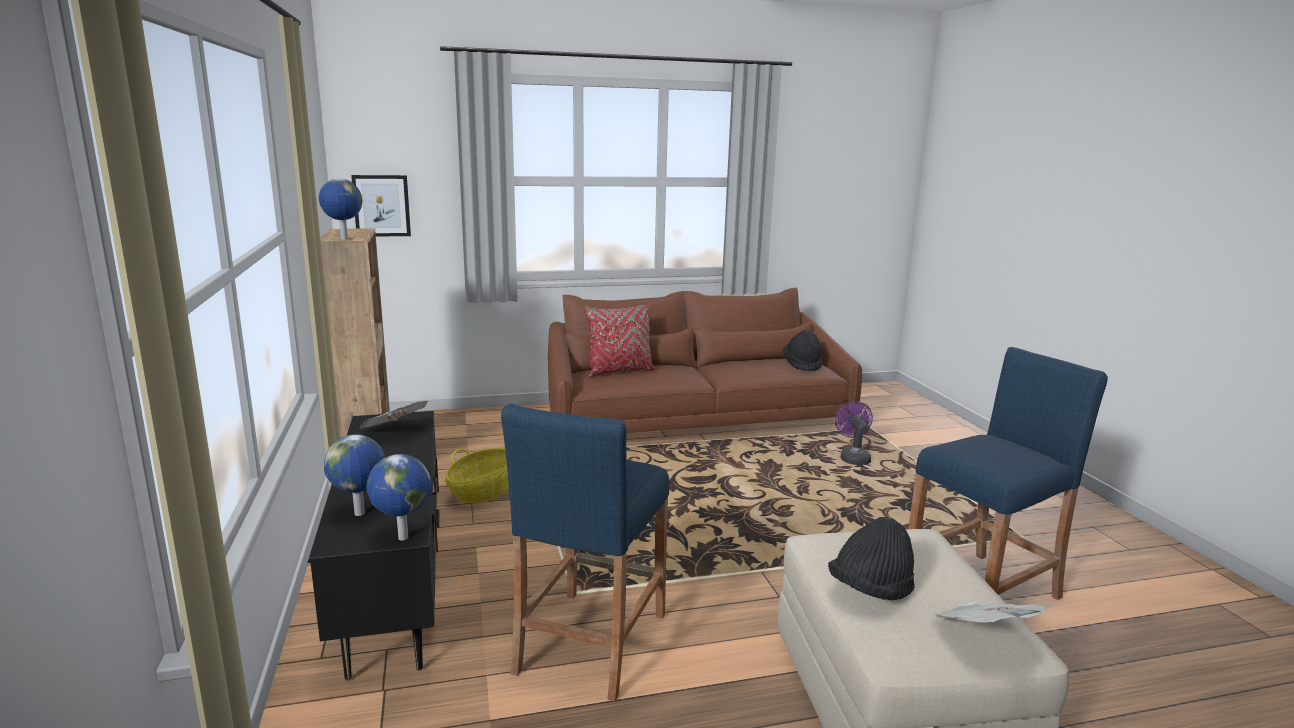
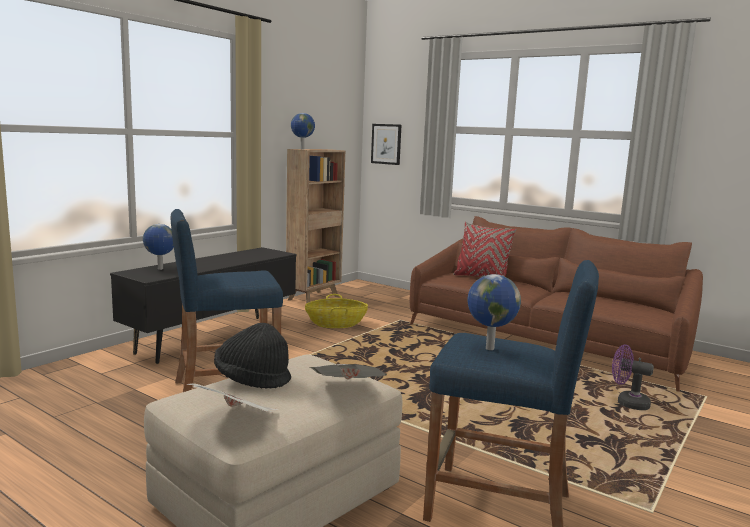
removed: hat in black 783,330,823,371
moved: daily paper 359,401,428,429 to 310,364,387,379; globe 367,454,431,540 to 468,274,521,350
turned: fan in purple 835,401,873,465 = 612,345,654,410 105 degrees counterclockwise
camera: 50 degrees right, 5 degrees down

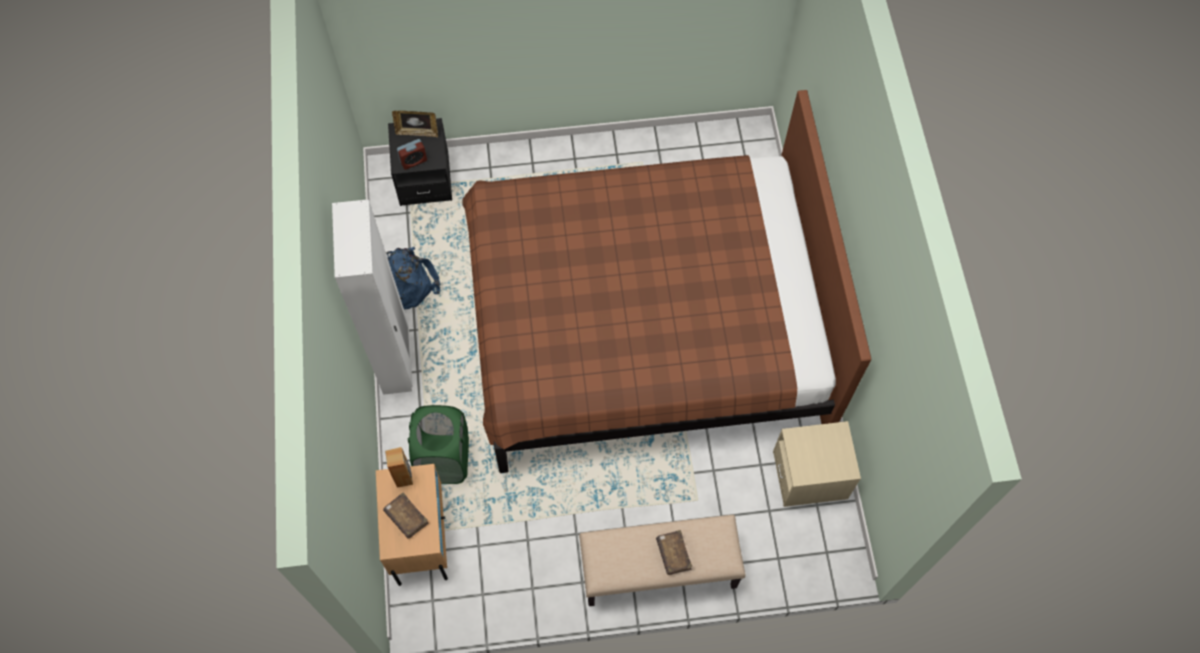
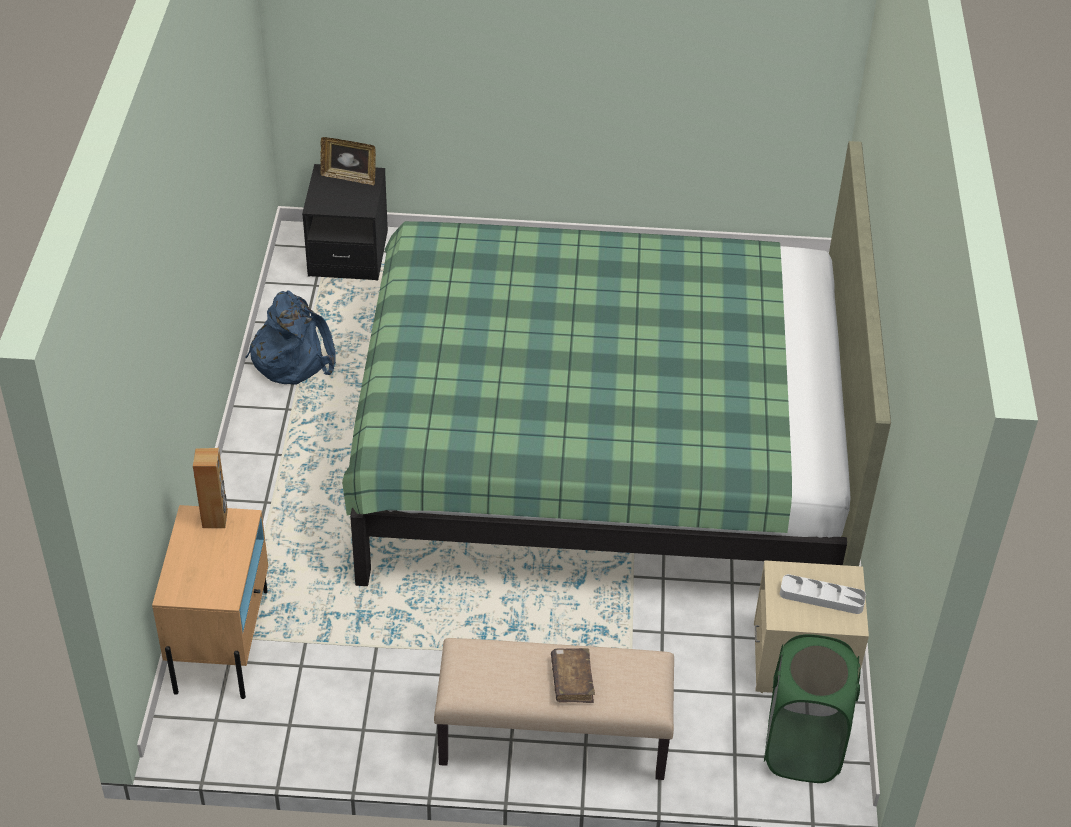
removed: alarm clock 397,139,427,170; wardrobe in whitish 332,200,413,395; book in brown-coloured 383,493,429,538
added: carrying tray in whitish 780,574,866,614
moved: hamper in green 408,405,469,484 to 764,634,860,783
recoloured: bedroom bed in brown-coloured 463,90,871,473 to bedroom bed in green 342,141,891,586
camera: 10 degrees right, 20 degrees down

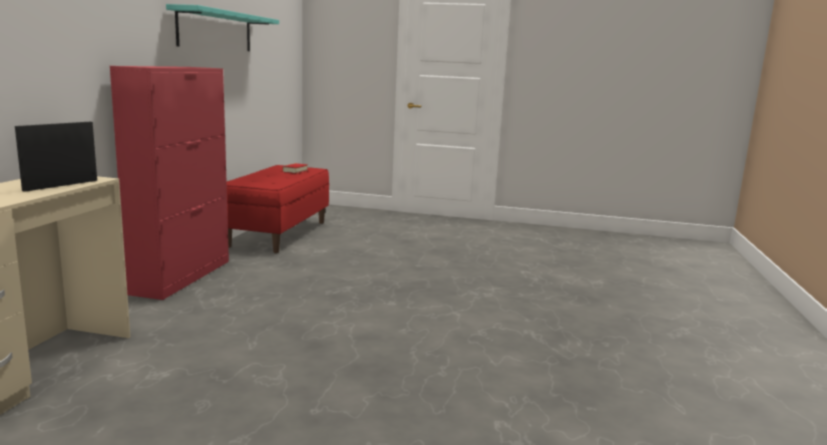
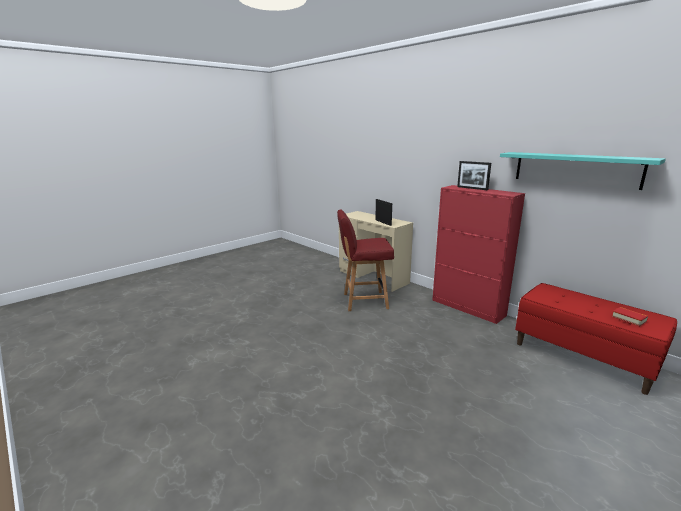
added: picture frame 457,161,491,190; chair in red 337,209,394,311
camera: 125 degrees right, 5 degrees up

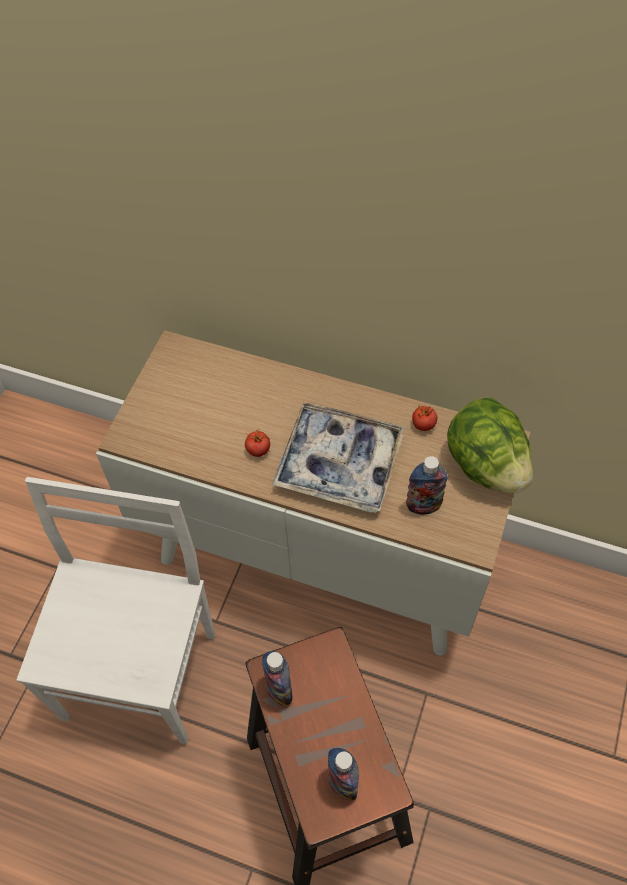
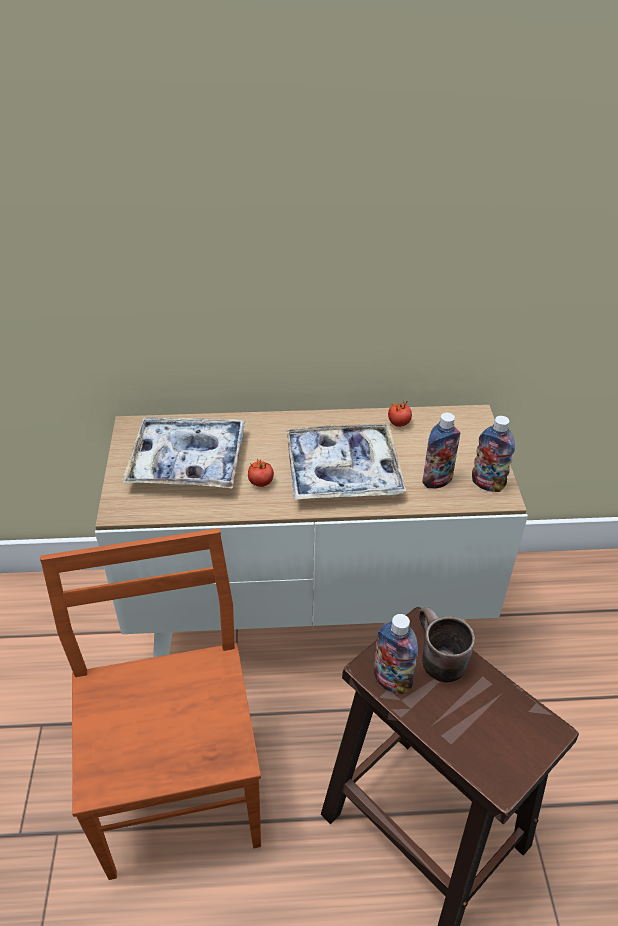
removed: lettuce head 447,398,533,493
added: carrying tray 121,417,245,489; coffee mug in brown-coloured 419,607,475,683
moved: bottle 328,748,359,801 to 472,416,515,492
recoloured: chair in whitish 16,477,215,744 to chair in brown-coloured 40,528,261,880
camera: 25 degrees left, 15 degrees down

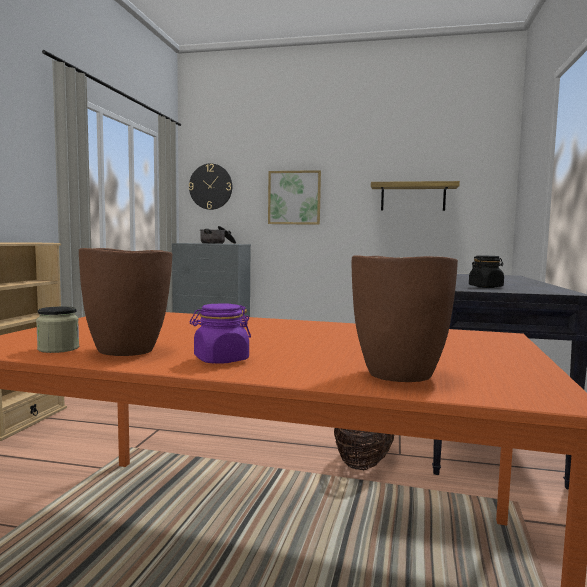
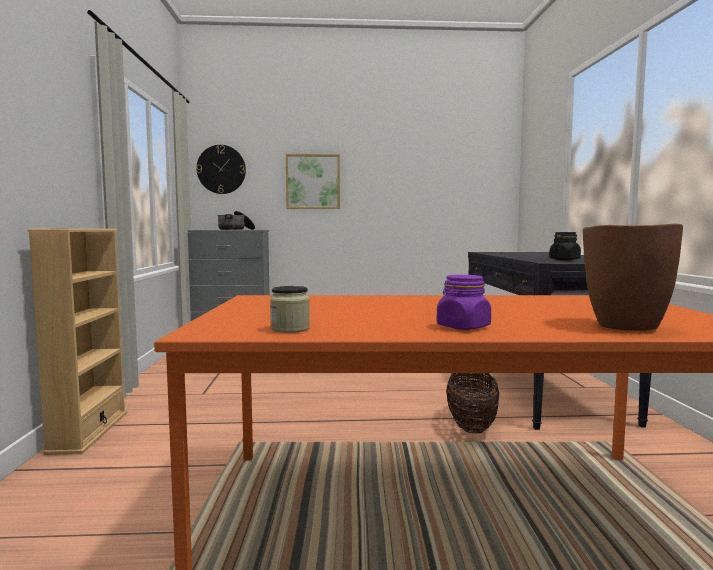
removed: bracket shelf 371,181,460,211; vase in brown-coloured 79,248,172,356
camera: 15 degrees left, 0 degrees up

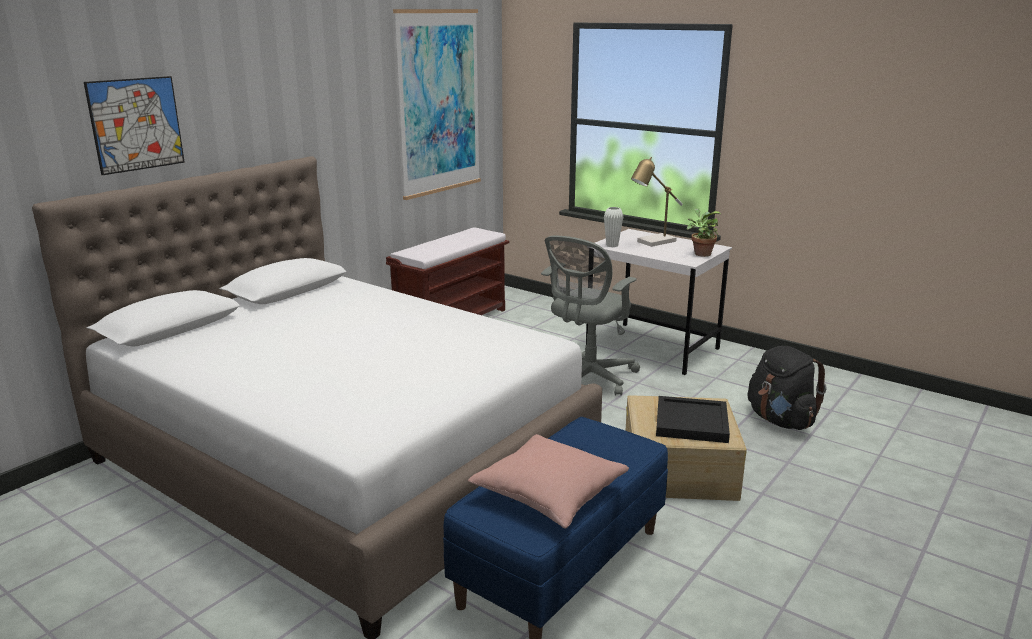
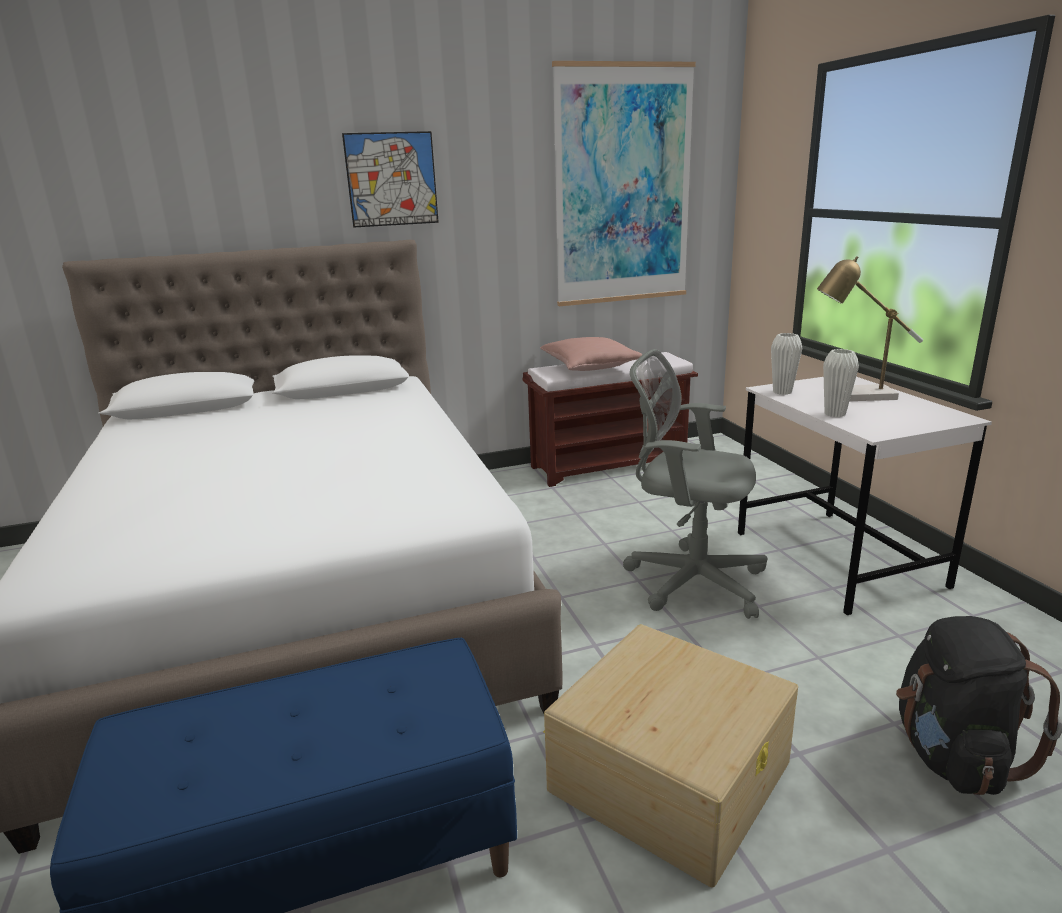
removed: potted plant 687,208,722,257; carrying tray in black 656,396,730,443
added: vase in whitish 823,349,859,417
moved: wall art 84,76,185,175 to 342,131,439,228; cushion in pink 468,434,629,528 to 540,337,643,371
turned: office chair in grey 541,236,640,396 = 623,349,767,619 45 degrees clockwise
camera: 35 degrees right, 0 degrees up

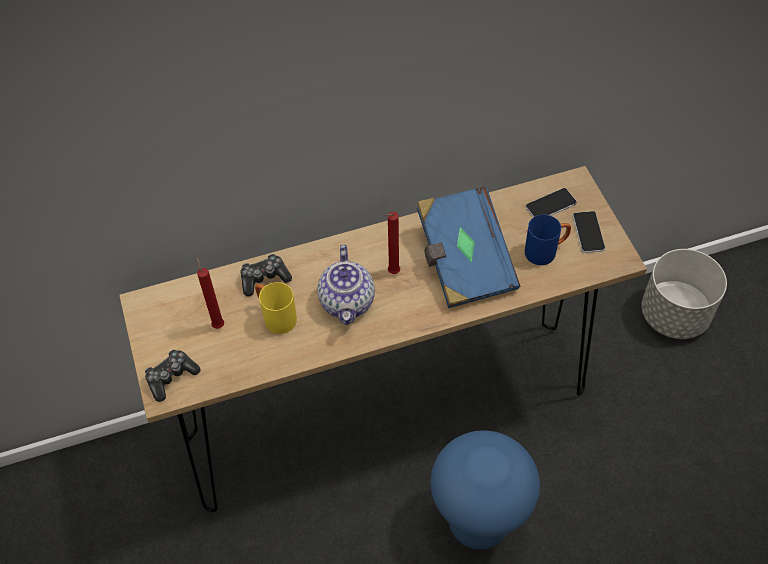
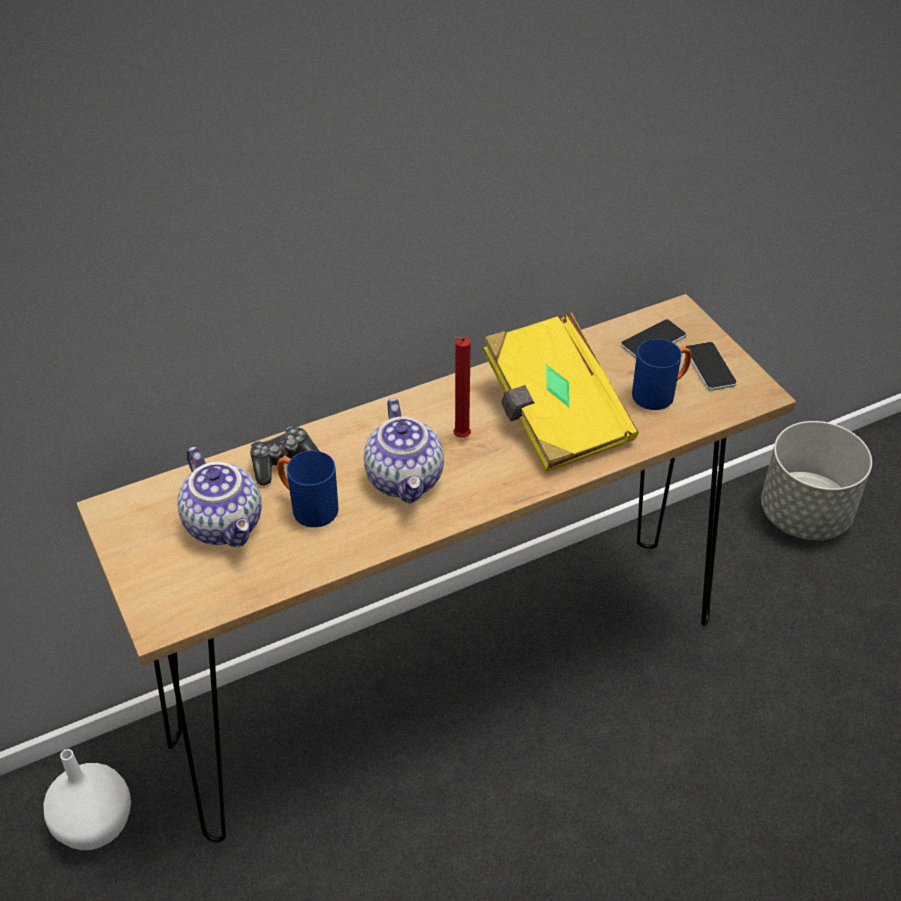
removed: joypad 145,350,200,402; sitting stool in blue-coloured 431,430,540,550
added: vase in whitish 44,749,131,850
replaced: wax light in red 197,257,224,329 to teapot 177,447,262,547
recoloured: book in blue-coloured 417,186,520,308 to book in yellow-coloured 482,312,639,473; coffee mug in yellow-coloured 255,282,297,334 to coffee mug in blue-coloured 277,450,339,527
camera: 10 degrees left, 10 degrees down

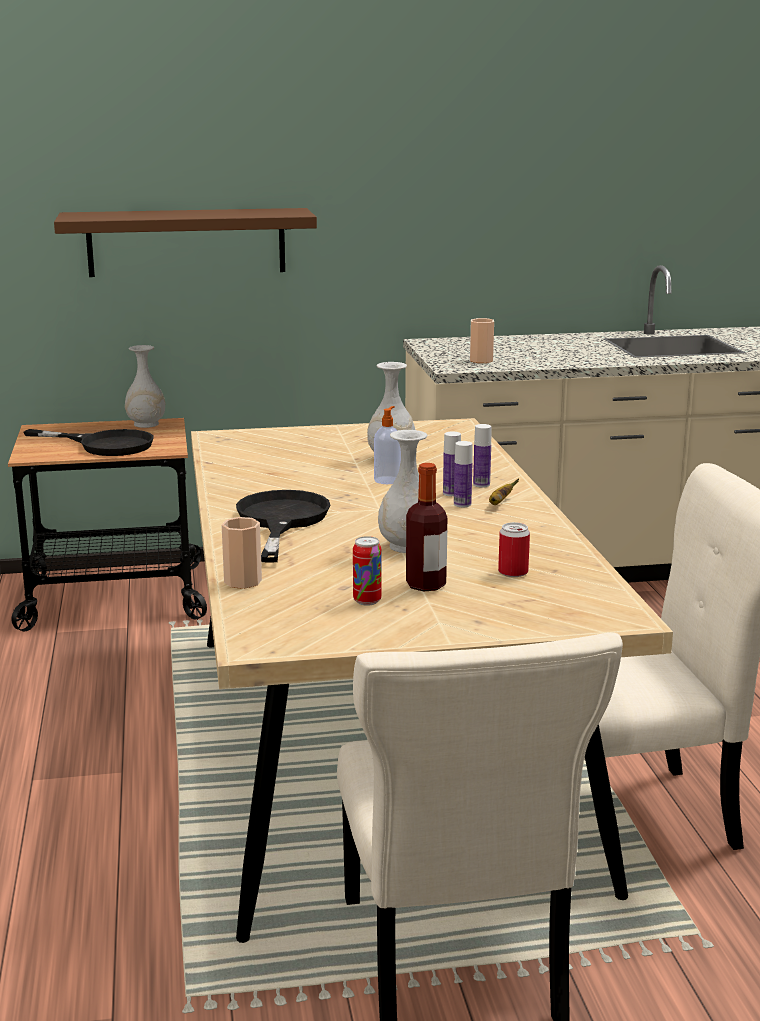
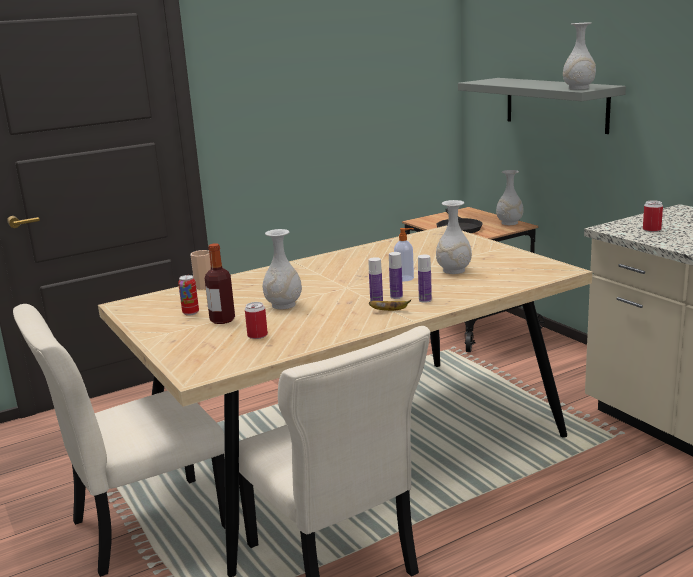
removed: frying pan in black 236,490,330,563
added: vase in whitish 563,22,596,90
replaced: drinking cup 470,318,494,363 to metal can 643,200,663,232
recoloured: bracket shelf in brown-coloured 54,208,317,277 to bracket shelf in grey 458,78,626,134
camera: 70 degrees right, 0 degrees up

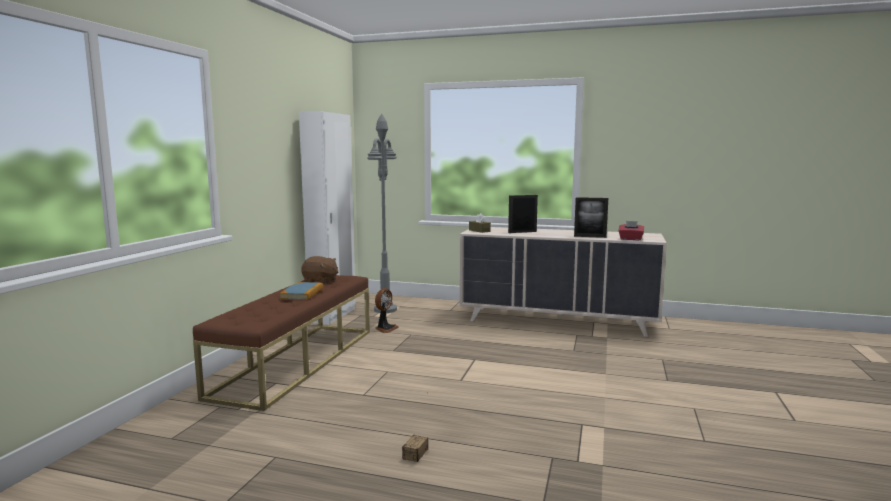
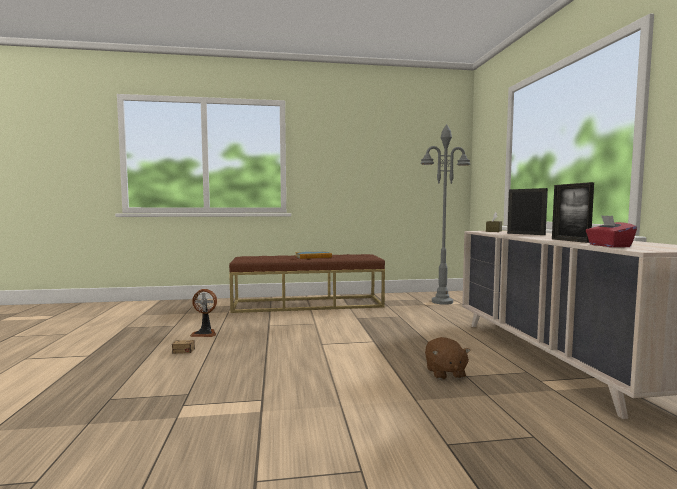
removed: wardrobe in whitish 299,111,356,325
moved: plush toy in brown-coloured 301,256,338,284 to 425,337,471,380; fan 375,288,399,333 to 190,289,217,337
camera: 65 degrees right, 5 degrees down

